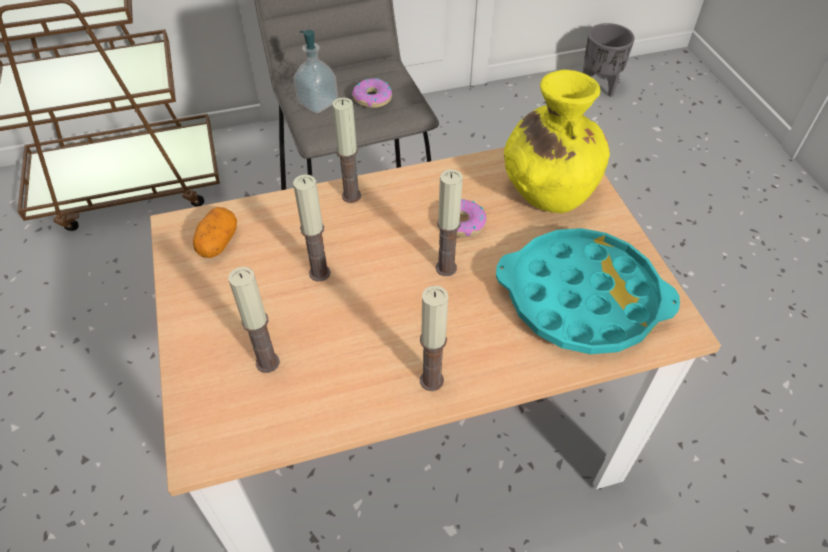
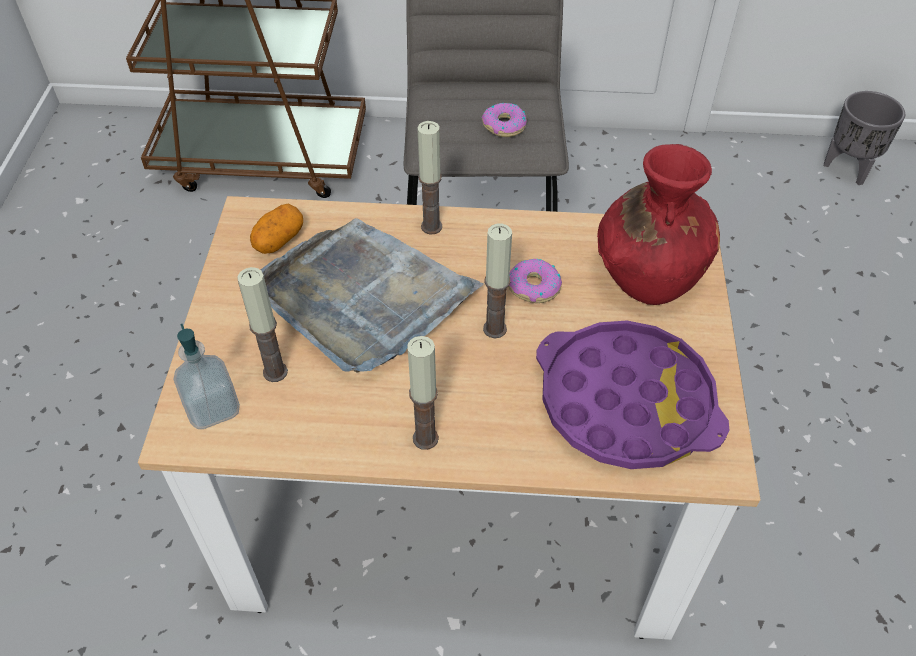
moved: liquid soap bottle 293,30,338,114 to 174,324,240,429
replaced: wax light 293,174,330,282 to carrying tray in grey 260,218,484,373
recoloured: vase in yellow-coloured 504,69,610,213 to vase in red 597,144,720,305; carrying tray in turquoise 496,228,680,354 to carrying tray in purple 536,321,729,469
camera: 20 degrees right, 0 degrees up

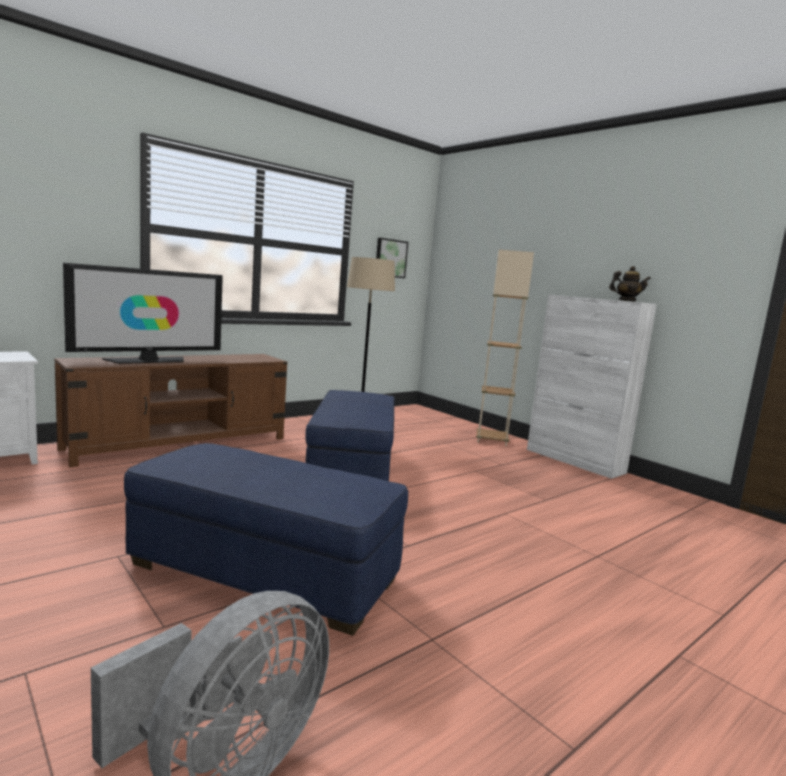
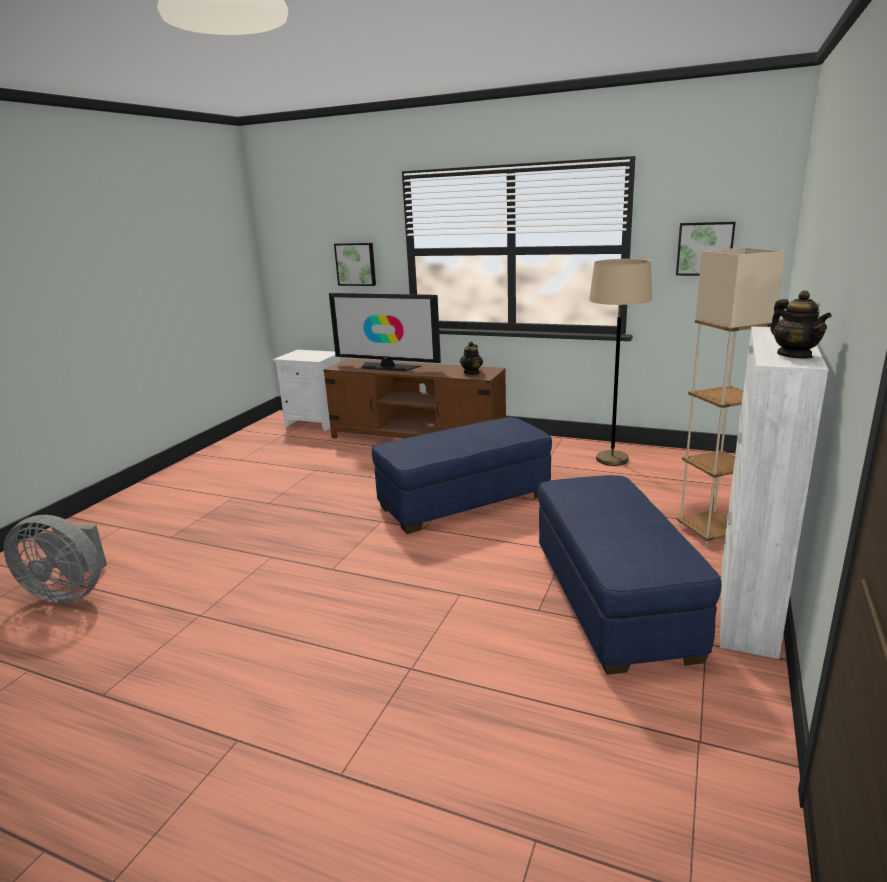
added: wall art 334,243,376,286; teapot 460,341,483,375
moved: footrest in blue-coloured 124,443,408,636 to 538,475,722,675
camera: 65 degrees right, 10 degrees up

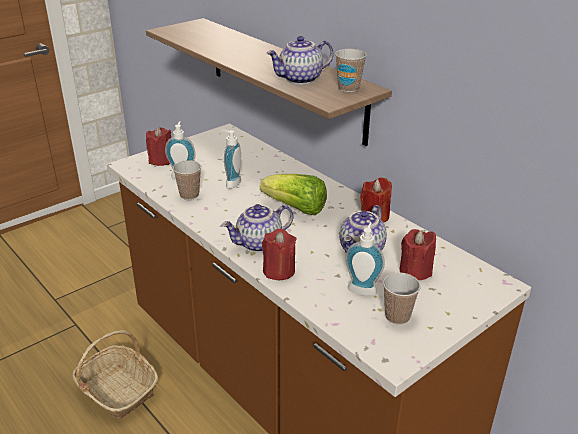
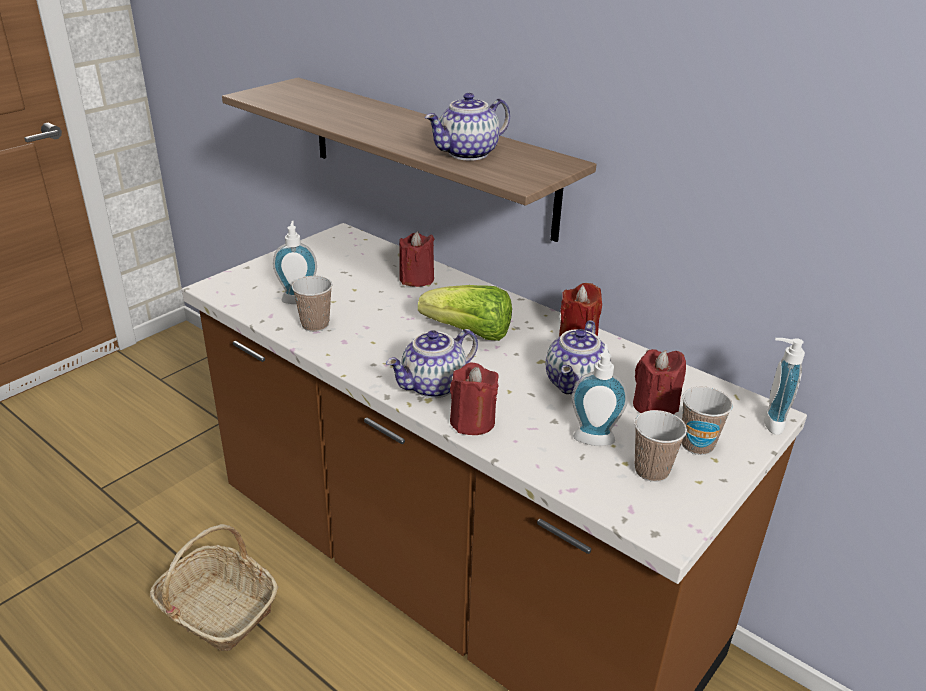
moved: drinking cup 335,49,367,92 to 681,387,733,455; wax light in red 146,127,171,166 to 399,231,435,287; liquid soap bottle 220,129,241,189 to 764,338,805,435
camera: 10 degrees left, 0 degrees up

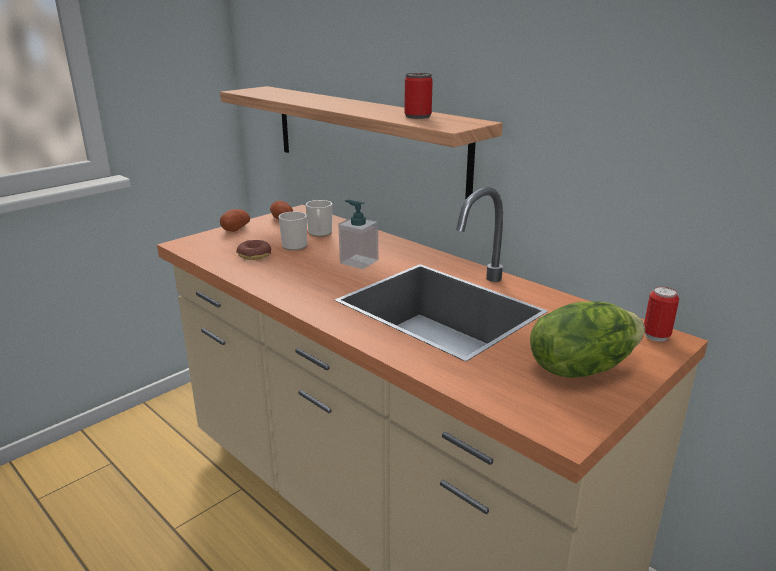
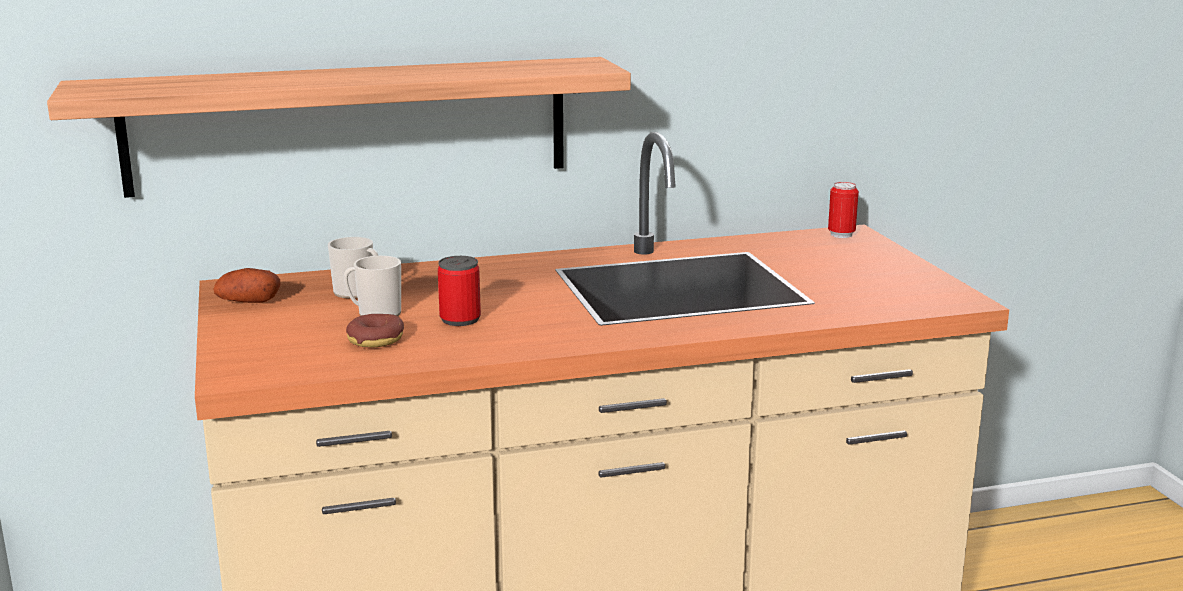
removed: liquid soap bottle 338,200,378,269; potato 220,209,250,232; lettuce head 530,301,645,378
moved: metal can 404,73,433,119 to 438,256,481,326
camera: 60 degrees left, 5 degrees down

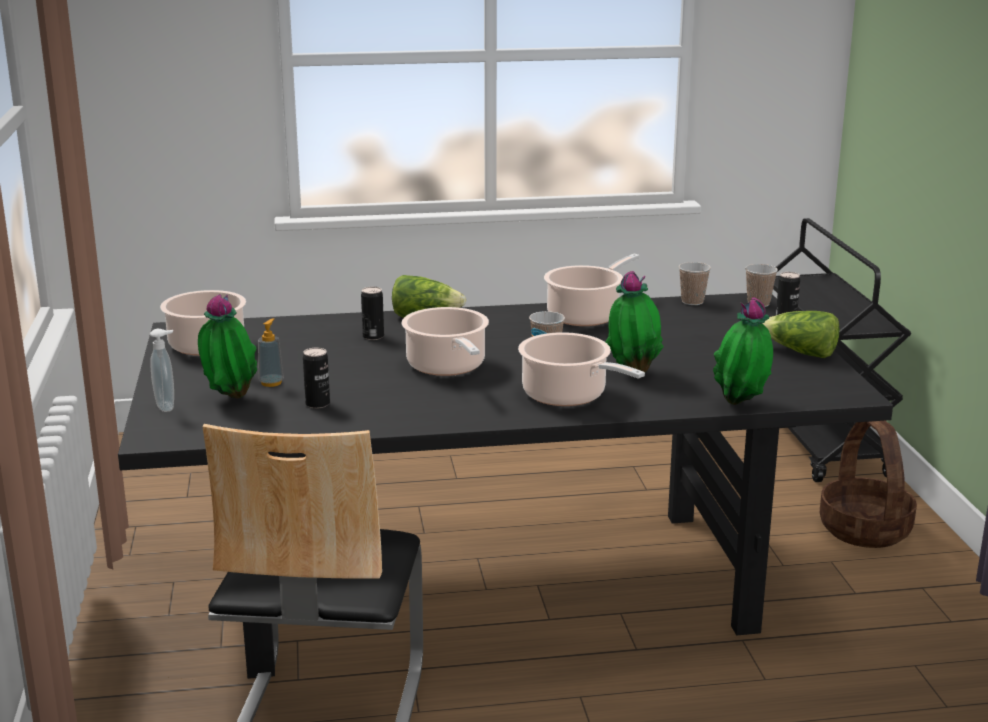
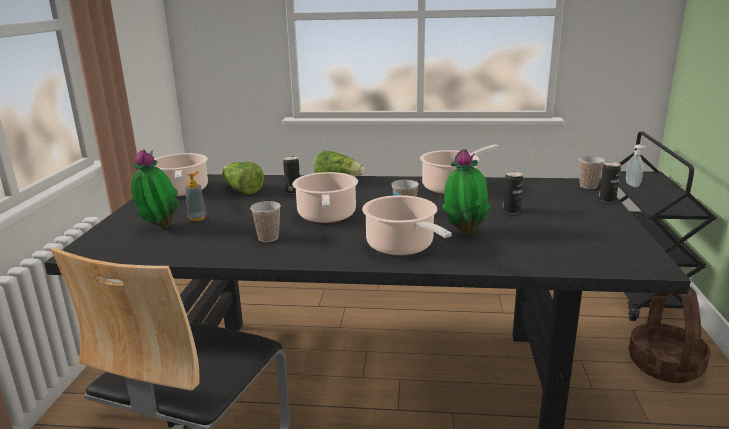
removed: potted plant 713,297,773,405
moved: drinking cup 679,262,711,305 to 250,201,281,242; lettuce head 762,311,840,358 to 221,162,264,194; liquid soap bottle 150,329,174,412 to 626,144,646,187; metal can 303,348,330,408 to 503,171,523,214
camera: 15 degrees right, 0 degrees up

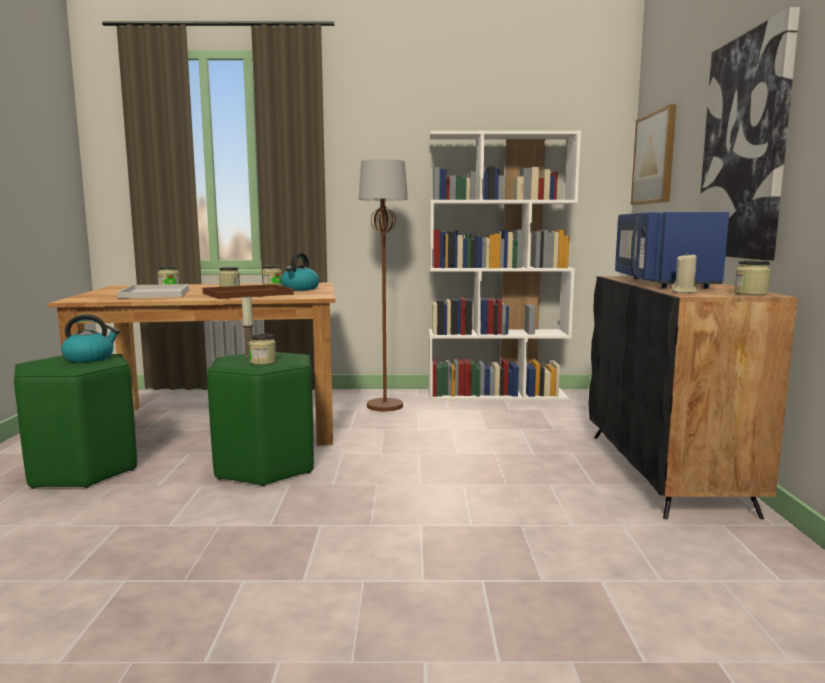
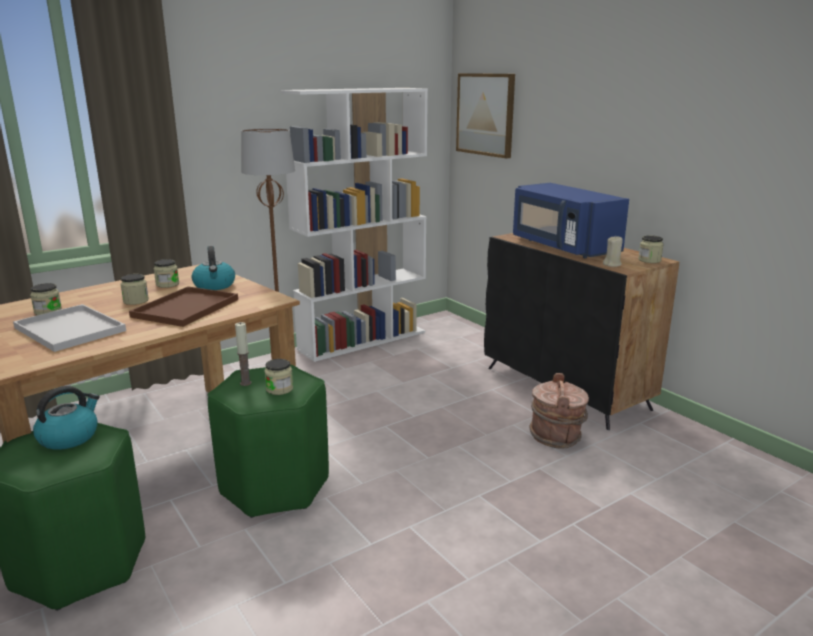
removed: wall art 699,7,800,260
added: bucket in brown-coloured 529,373,589,449
camera: 35 degrees left, 10 degrees up

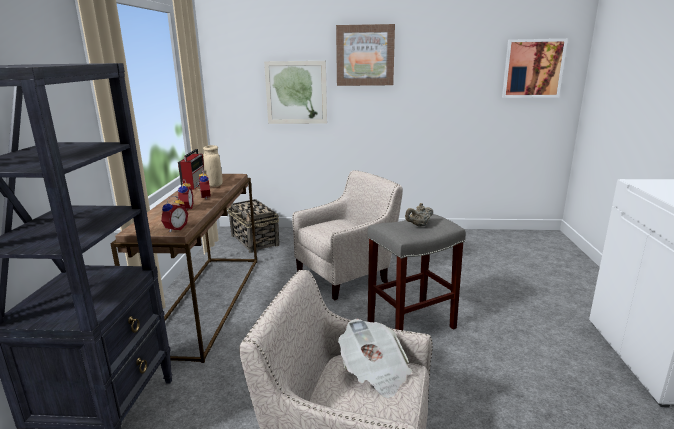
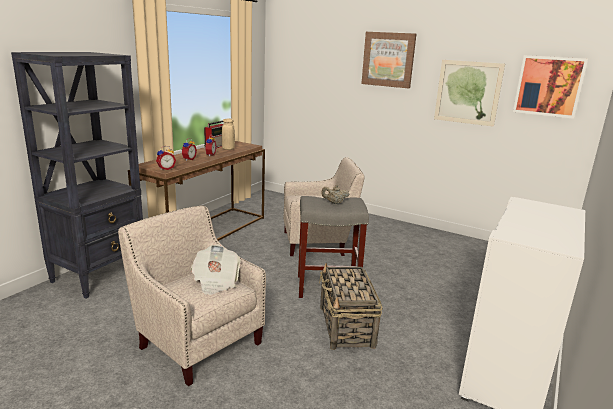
moved: wall art 264,61,327,124 to 434,60,505,127; storage basket 227,199,280,253 to 319,263,383,350
camera: 25 degrees right, 0 degrees up

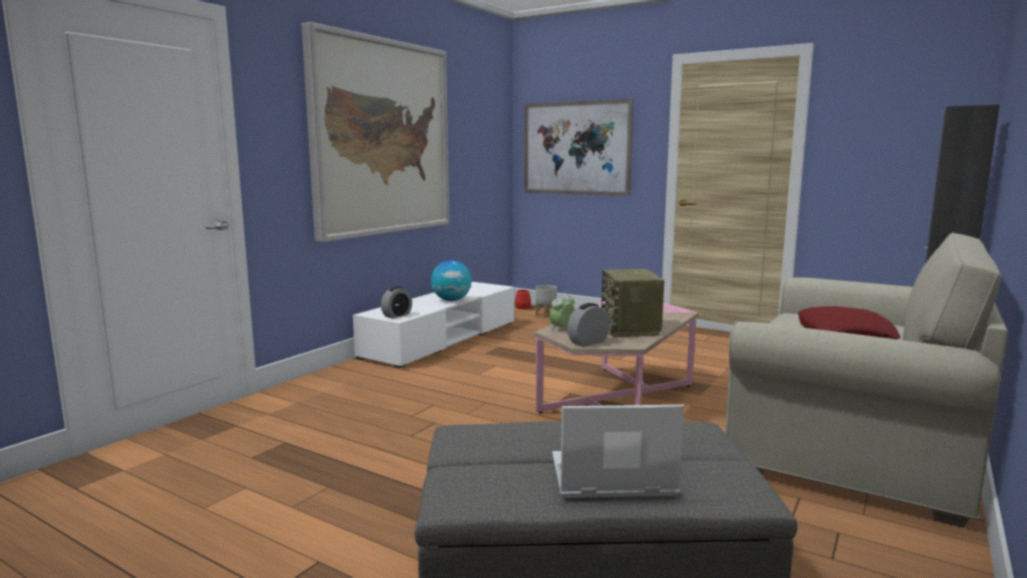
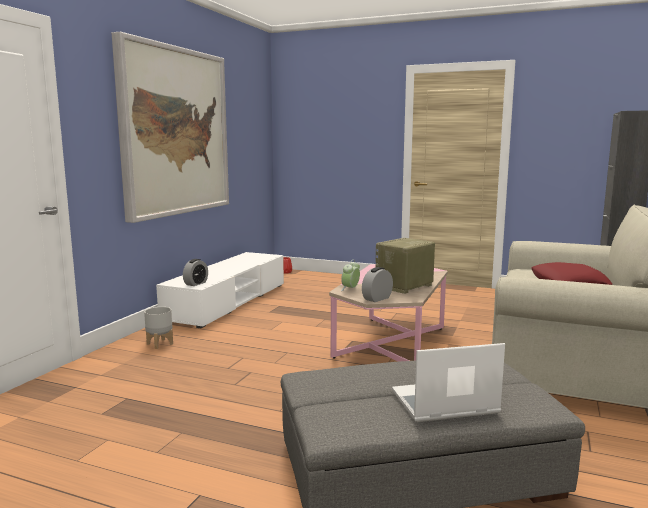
removed: wall art 524,99,634,196; globe 431,260,472,301
moved: plant pot in grey 536,285,557,318 to 144,307,173,349
turned: radio 601,269,664,337 = 375,238,435,294 60 degrees clockwise
camera: 10 degrees left, 0 degrees up

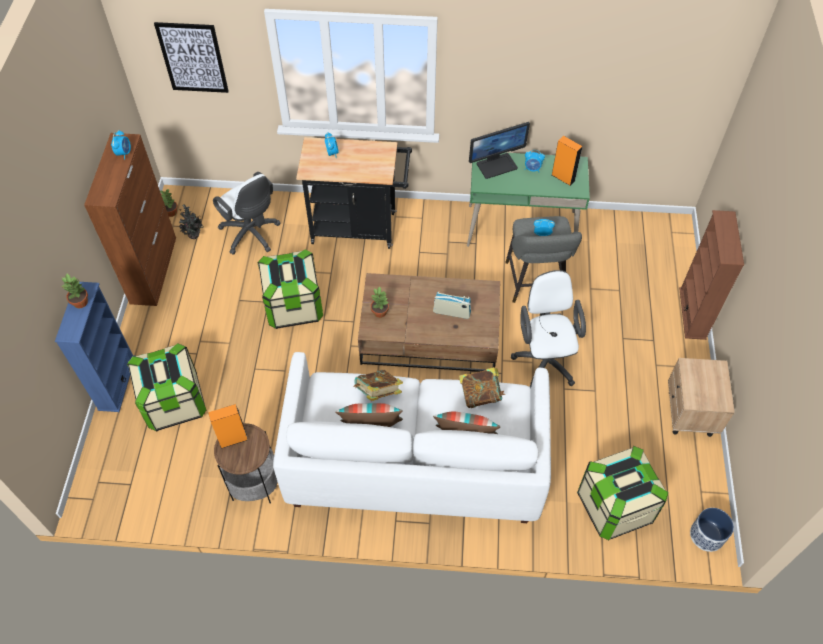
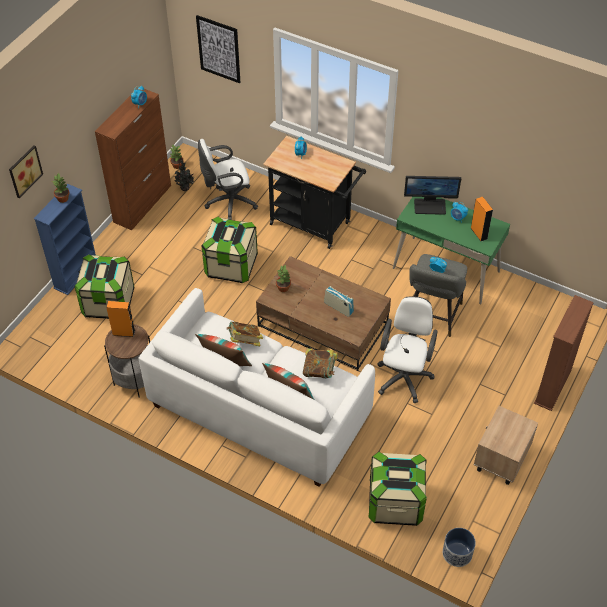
added: wall art 9,145,43,198
turned: office chair in whitish 213,172,281,255 = 198,139,258,220 90 degrees clockwise
camera: 25 degrees right, 5 degrees down

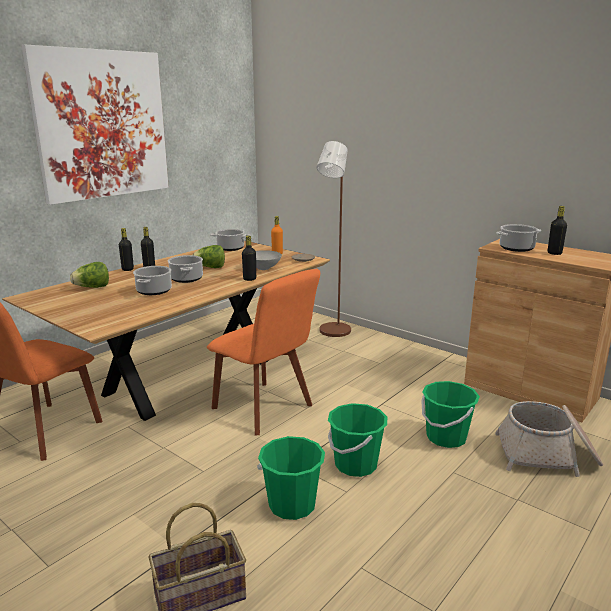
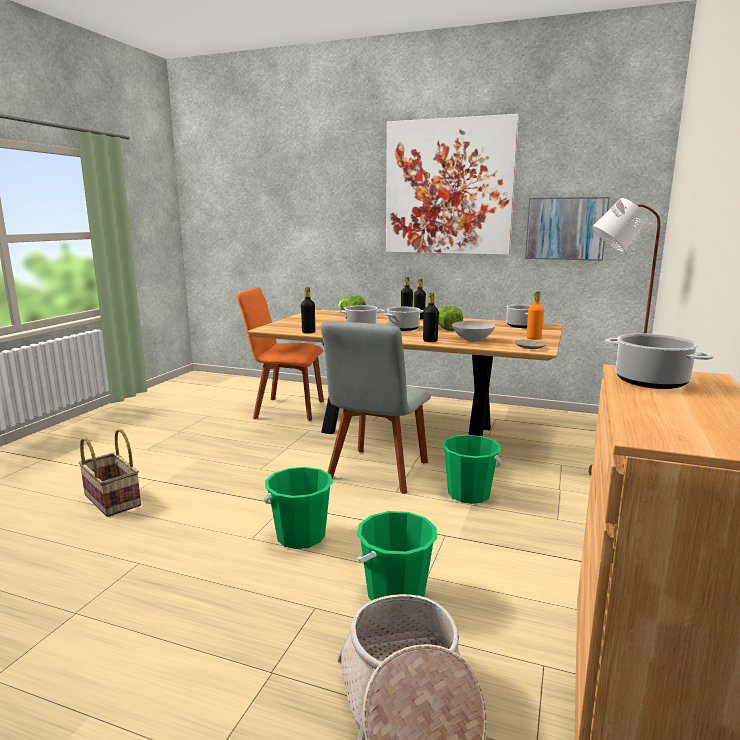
added: wall art 525,197,609,261
moved: bottle in black 548,206,567,255 to 301,287,315,334; bucket in green 257,436,325,520 to 442,435,502,504
recoloured: chair in orange-coloured 207,269,320,435 to chair in grey 321,322,431,494
camera: 70 degrees right, 5 degrees down

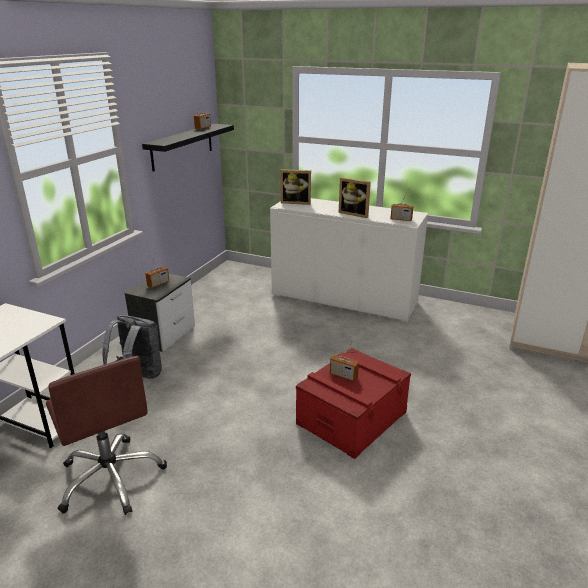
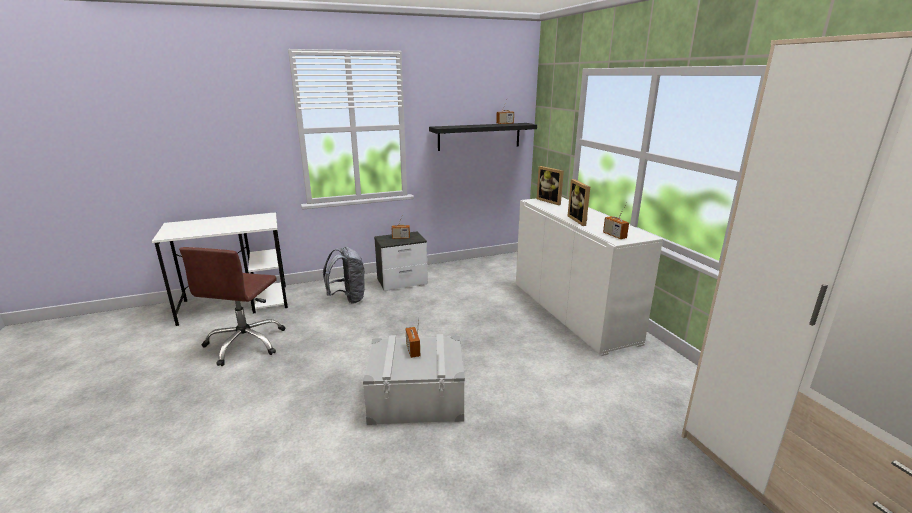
recoloured: storage container in red 296,348,411,459 to storage container in grey 363,334,465,425
camera: 45 degrees right, 5 degrees down

